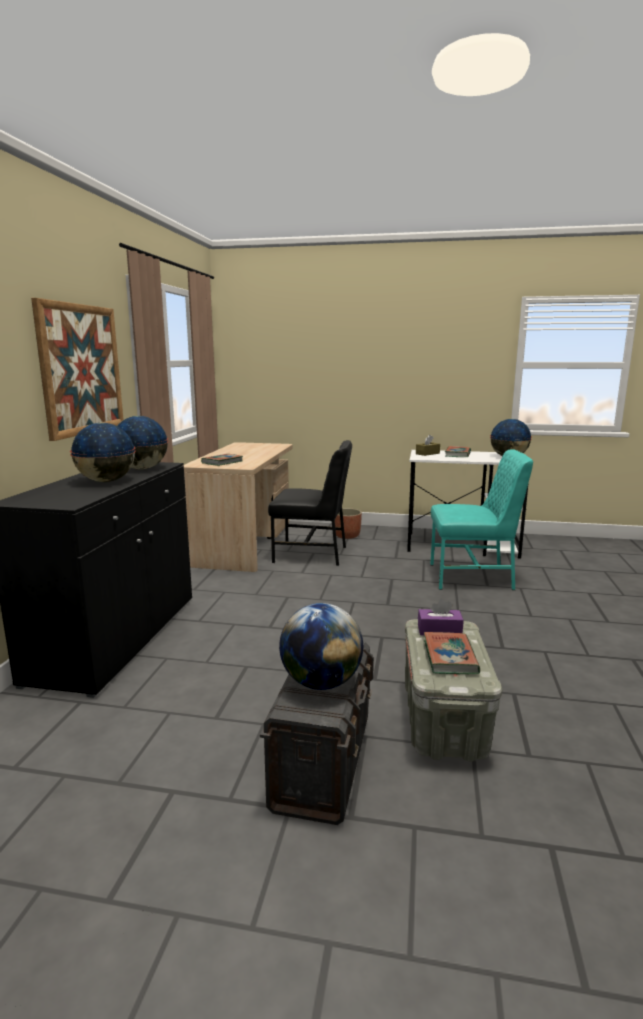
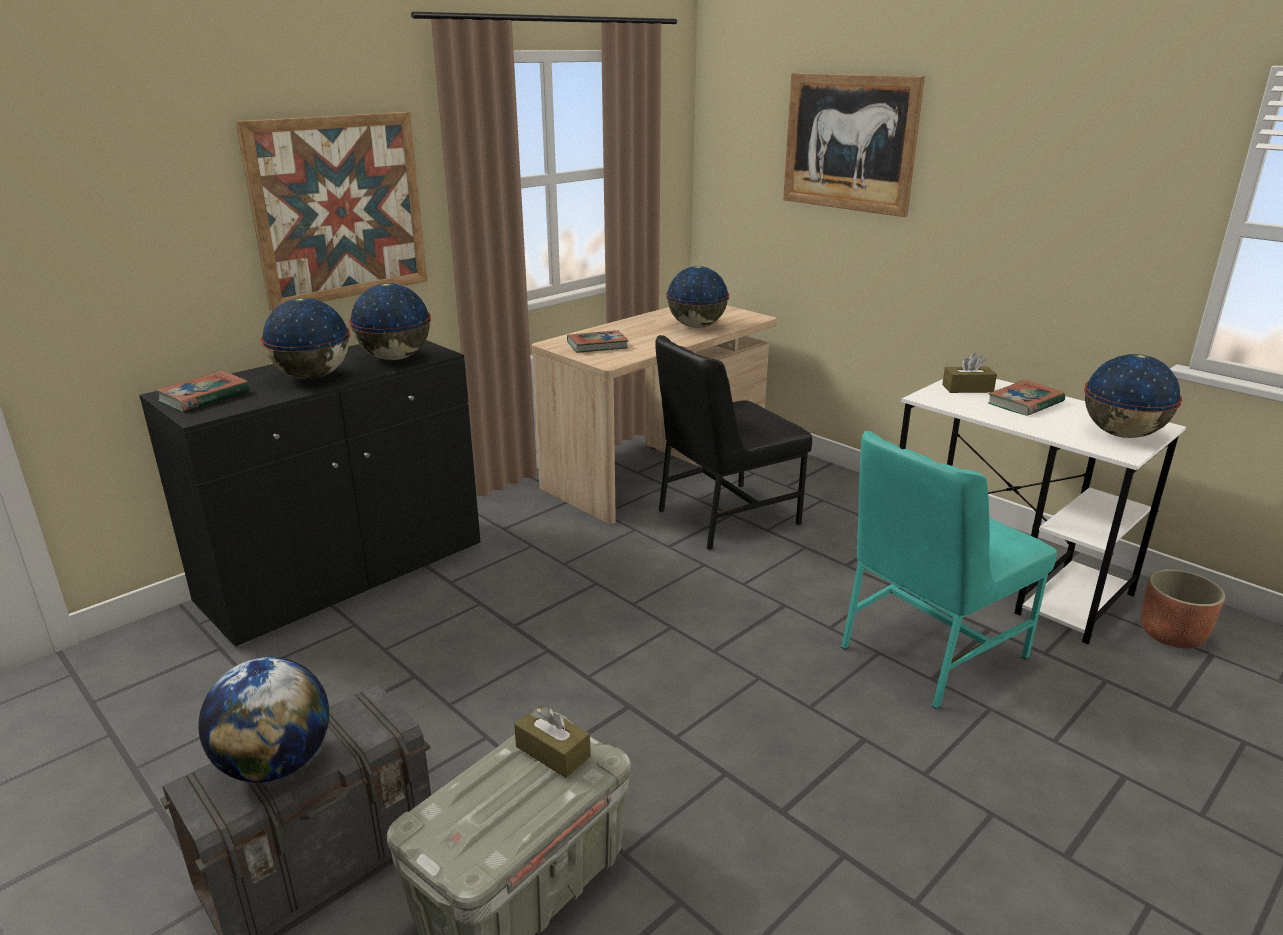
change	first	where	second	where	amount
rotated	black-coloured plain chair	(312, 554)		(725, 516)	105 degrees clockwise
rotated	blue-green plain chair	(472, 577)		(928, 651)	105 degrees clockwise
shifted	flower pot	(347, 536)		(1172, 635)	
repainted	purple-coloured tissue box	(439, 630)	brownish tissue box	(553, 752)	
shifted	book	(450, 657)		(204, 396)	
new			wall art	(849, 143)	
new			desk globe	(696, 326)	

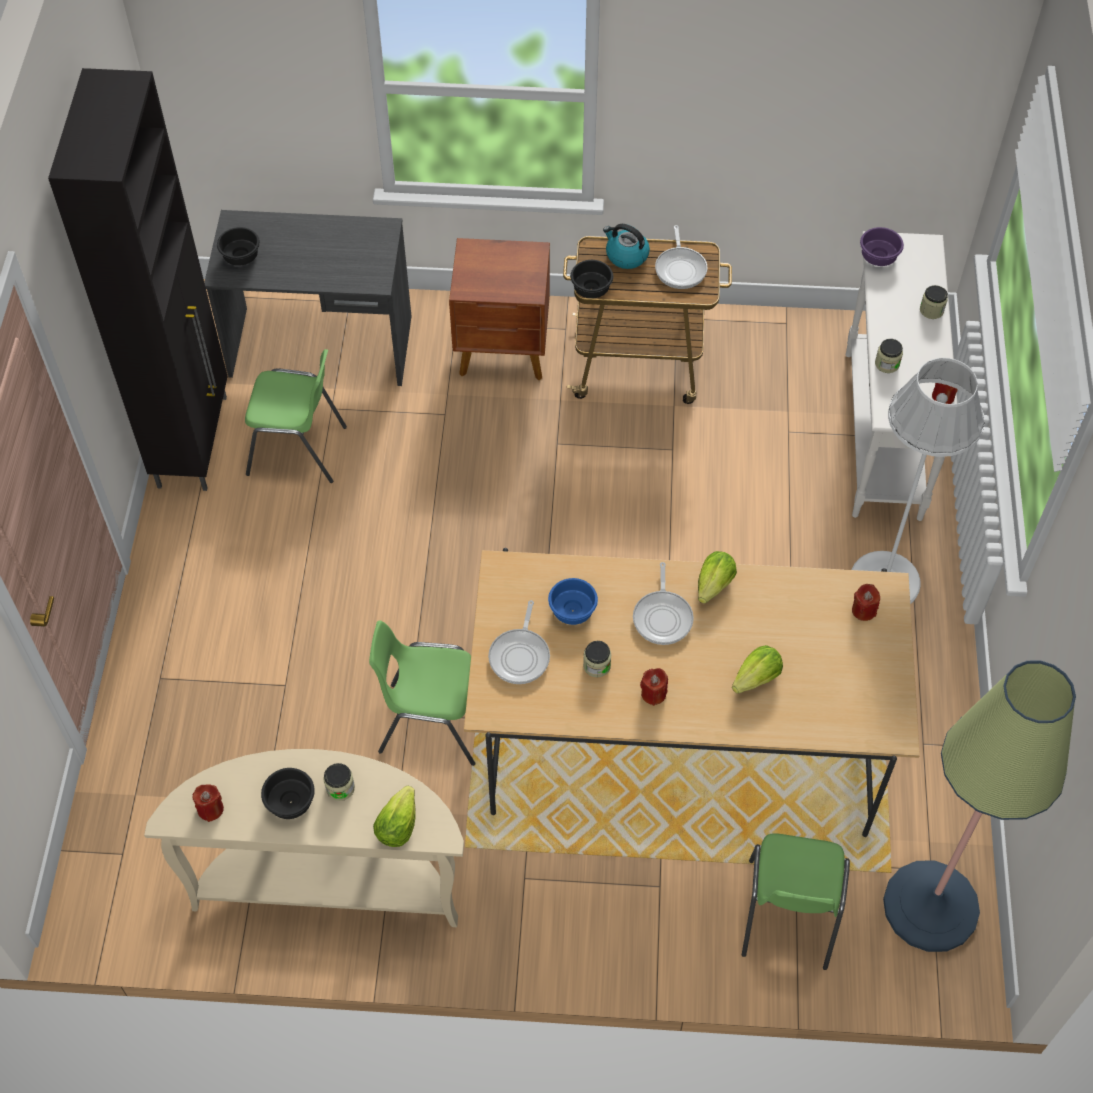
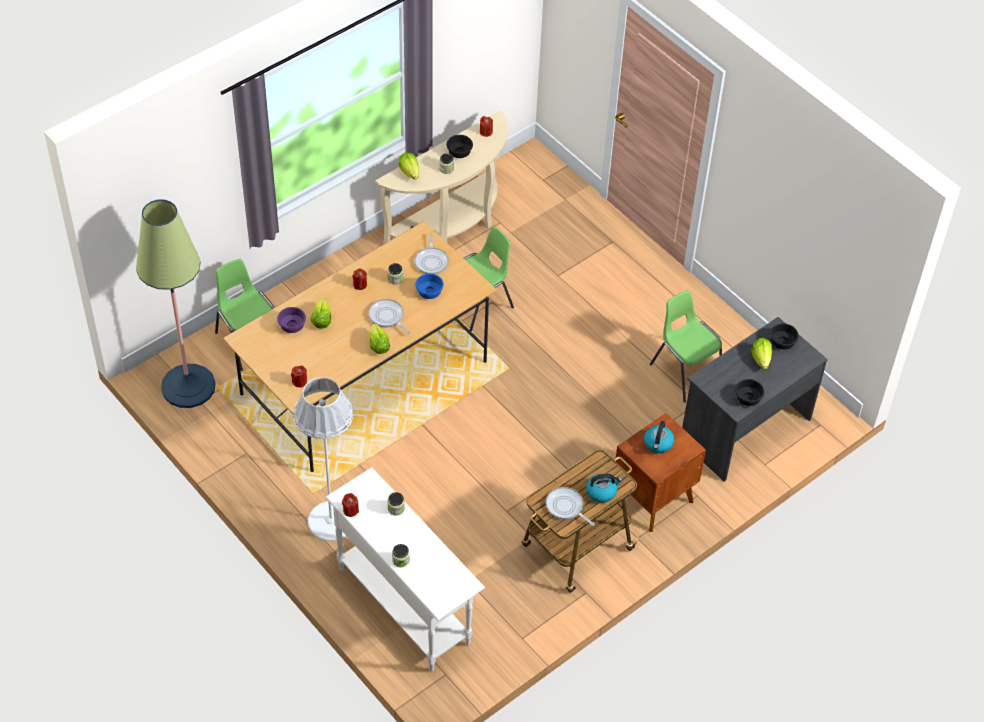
change	first	where	second	where	amount
gone	black-coloured cupboard	(194, 440)			
shifted	purple-coloured serving bowl	(879, 257)		(291, 326)	
shifted	black-coloured serving bowl	(592, 288)		(748, 399)	
rotated	green-coloured plain chair	(298, 450)		(685, 371)	90 degrees clockwise
rotated	pan	(520, 655)		(431, 261)	150 degrees counterclockwise
new			lettuce	(761, 359)	
new			kettle	(658, 444)	

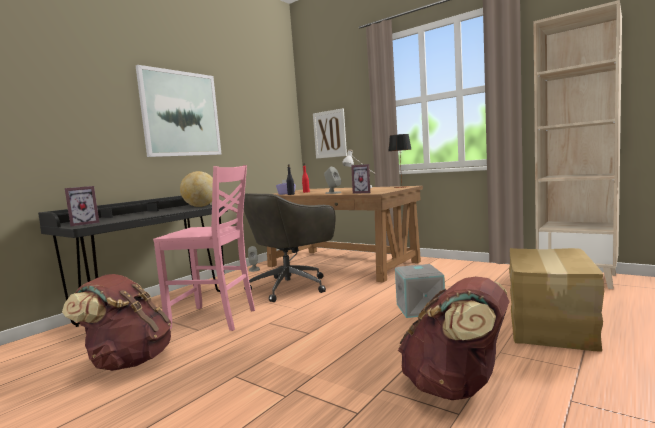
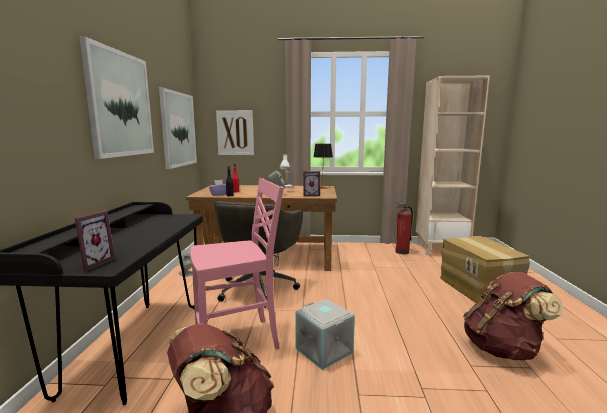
change	first	where	second	where	amount
gone	desk globe	(200, 206)			
shifted	grey storage bin	(421, 309)		(325, 350)	
new			wall art	(178, 129)	
new			extinguisher	(402, 252)	

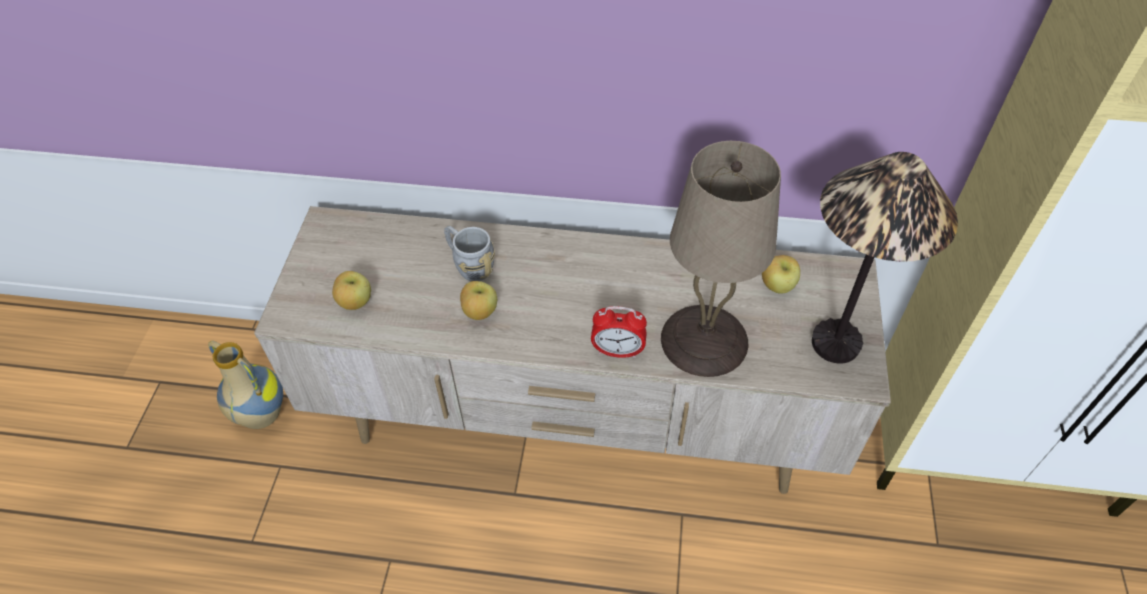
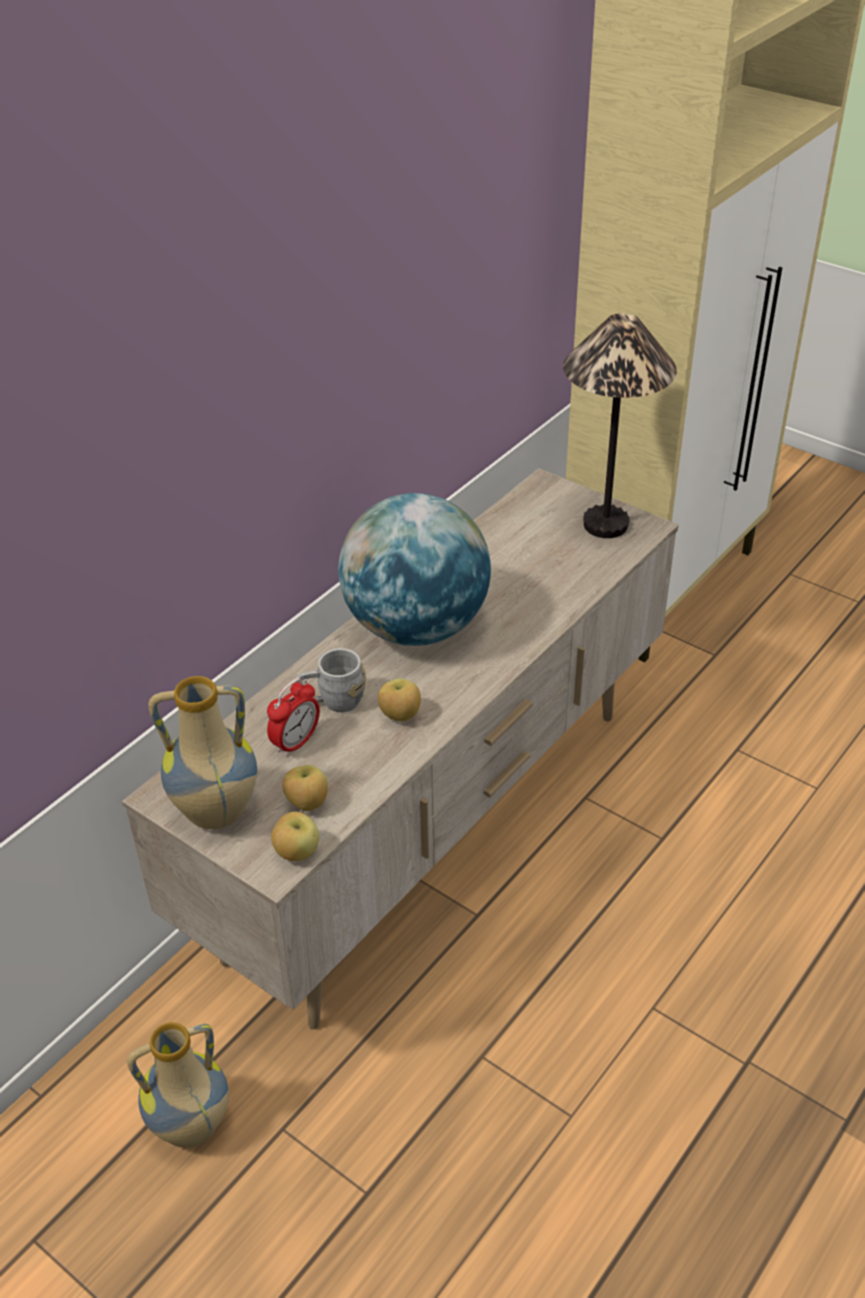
change	first	where	second	where	amount
gone	beige lamp for a table	(704, 338)			
shifted	apple	(777, 286)		(297, 853)	
shifted	table clock	(618, 351)		(296, 742)	
new			desk globe	(416, 627)	
new			flower vase	(216, 814)	

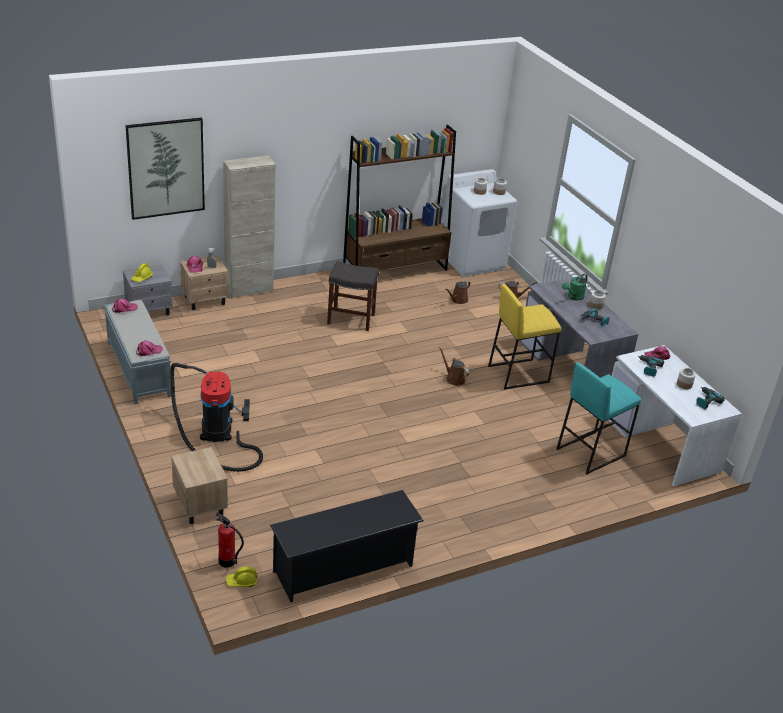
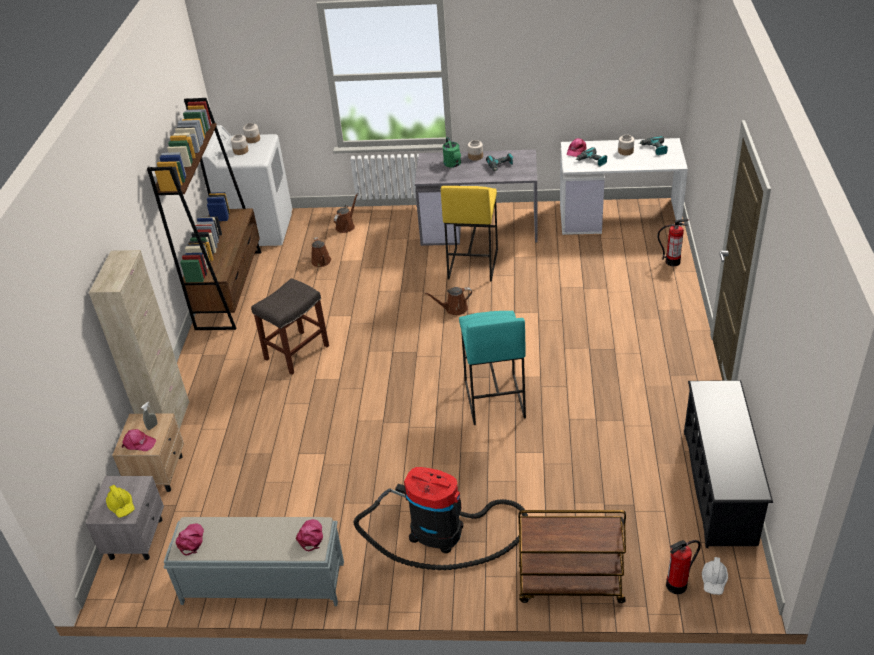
change	first	where	second	where	amount
gone	wall art	(166, 168)			
shifted	blue-green sitting stool	(590, 452)		(493, 399)	
swapped	beige bedside table	(200, 505)	brownish wheeled cart	(569, 585)	
repainted	yellowish safety helmet	(242, 581)	whitish safety helmet	(714, 580)	
new			extinguisher	(672, 262)	

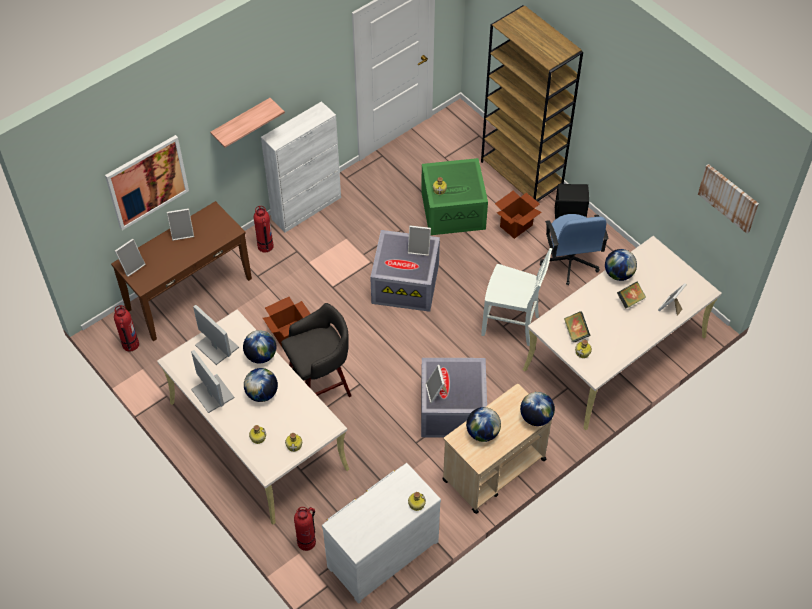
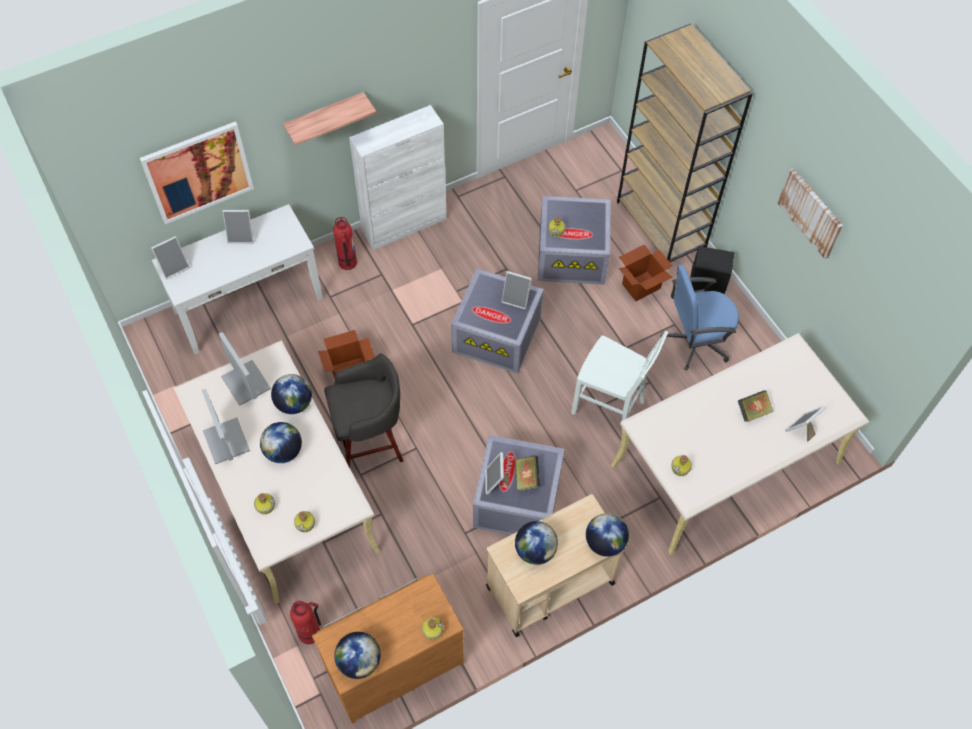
change	first	where	second	where	amount
repainted	green-coloured storage bin	(454, 209)	grey storage bin	(573, 254)	
shifted	wall art	(728, 197)		(811, 213)	
repainted	brownish hall table	(189, 293)	whitish hall table	(248, 304)	
rotated	bluish computer chair	(569, 262)		(695, 341)	75 degrees clockwise
shifted	desk globe	(618, 274)		(359, 661)	
gone	extinguisher	(130, 344)			
shifted	book	(576, 332)		(526, 478)	
repainted	whitish dresser	(380, 552)	brownish dresser	(392, 663)	

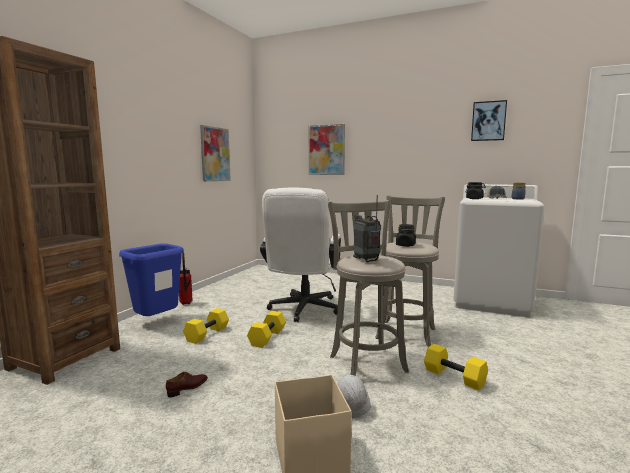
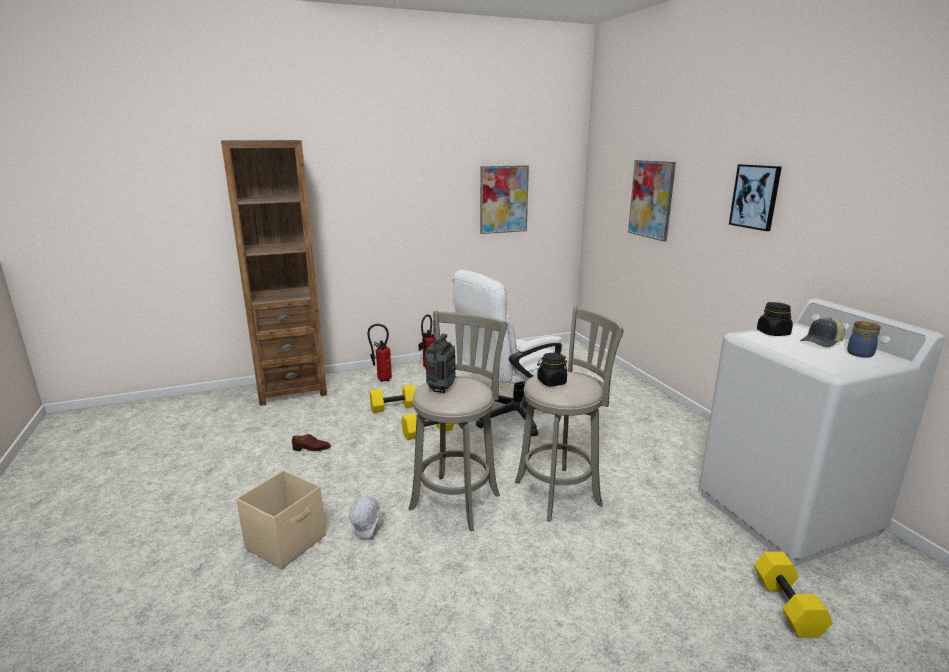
change	first	where	second	where	amount
shifted	wall art	(488, 121)		(755, 197)	
swapped	bluish rubbish bin	(157, 322)	extinguisher	(382, 379)	
shifted	yellowish dumbbell	(455, 377)		(789, 606)	

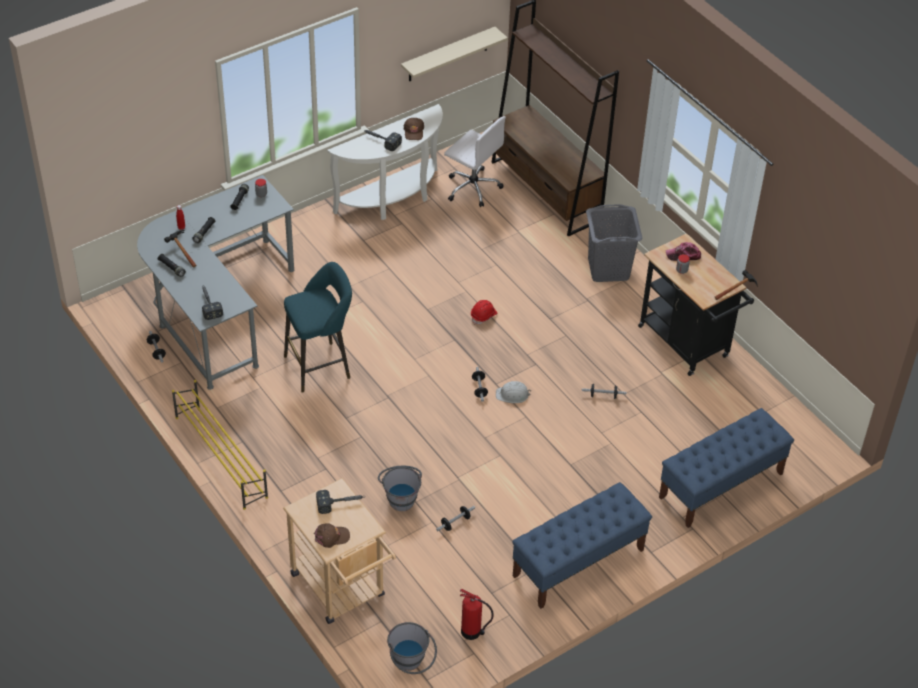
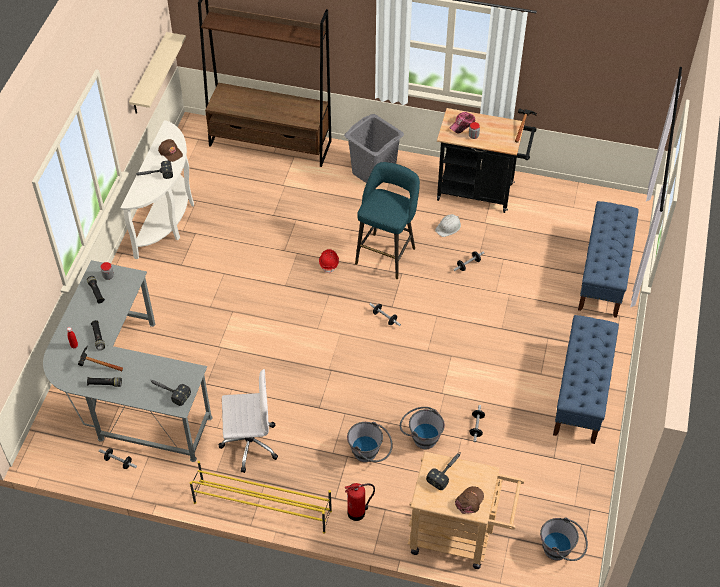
change	first	where	second	where	amount
shifted	whitish computer chair	(472, 187)		(249, 444)	
shifted	blue-green sitting stool	(321, 366)		(387, 253)	
shifted	whitish safety helmet	(512, 395)		(448, 227)	
shifted	extinguisher	(472, 632)		(358, 512)	
new			grey bucket	(369, 454)	

